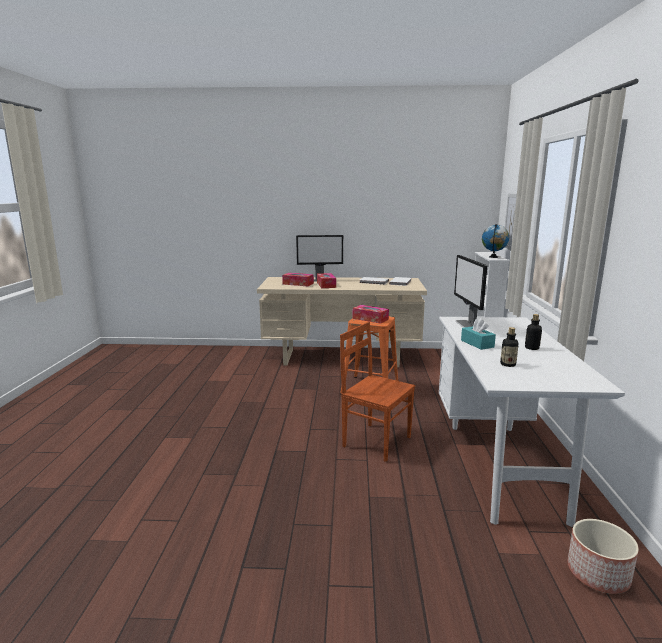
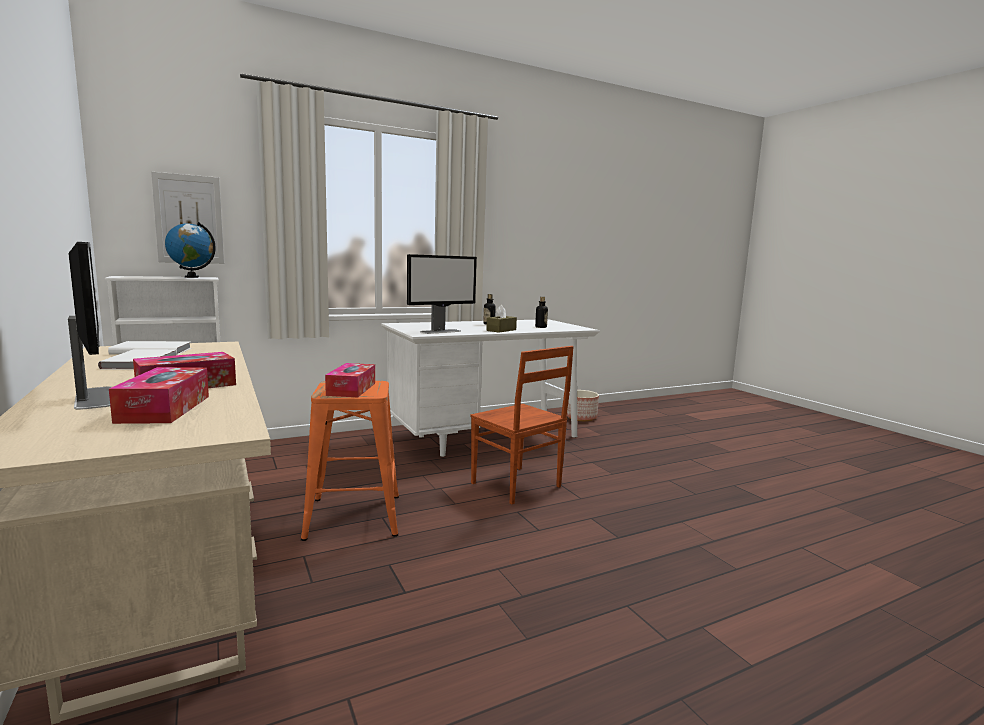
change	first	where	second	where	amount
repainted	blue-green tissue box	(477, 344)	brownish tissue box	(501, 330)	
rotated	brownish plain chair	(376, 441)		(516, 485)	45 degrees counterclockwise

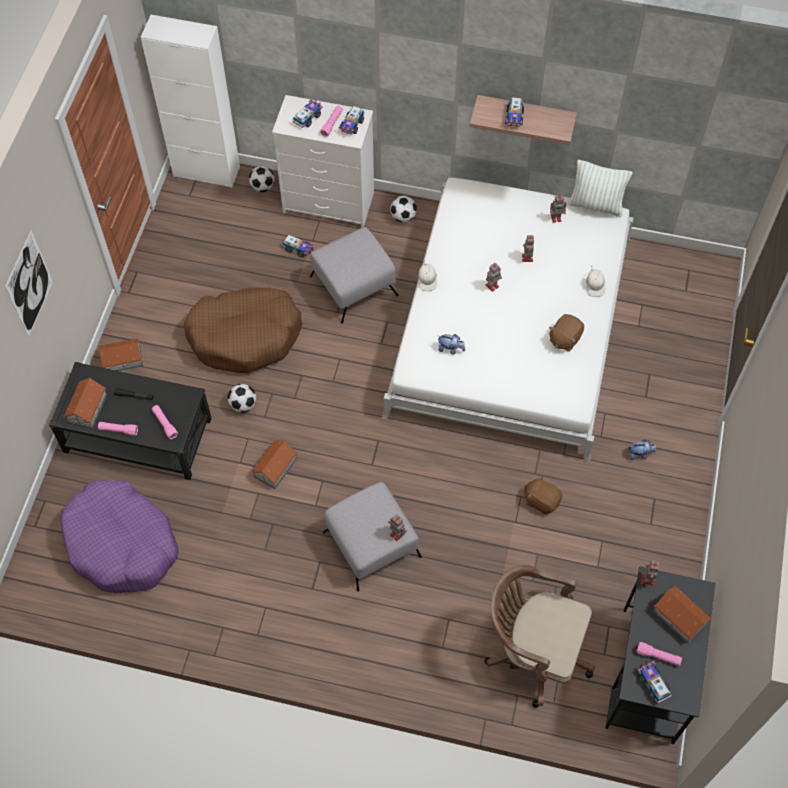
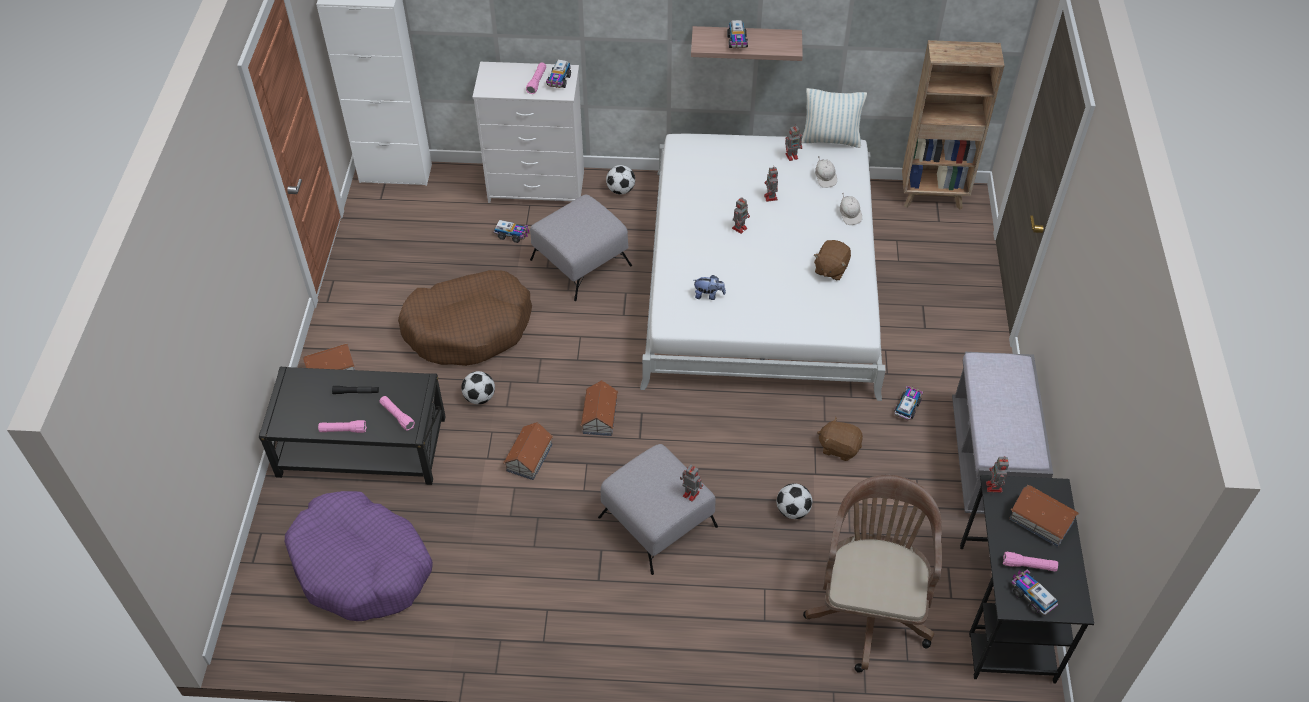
change	first	where	second	where	amount
shifted	toy lorry	(308, 117)		(907, 406)	
shifted	football ball	(262, 187)		(792, 511)	
gone	wall art	(29, 284)			
shifted	whitish baseball cap	(427, 280)		(825, 178)	
shifted	model house	(88, 408)		(600, 416)	
gone	soft toy	(640, 454)			
rotated	brownish computer chair	(533, 651)		(869, 607)	90 degrees clockwise
new			brownish bookcase	(933, 196)	
new			grey indoor bench	(990, 459)	

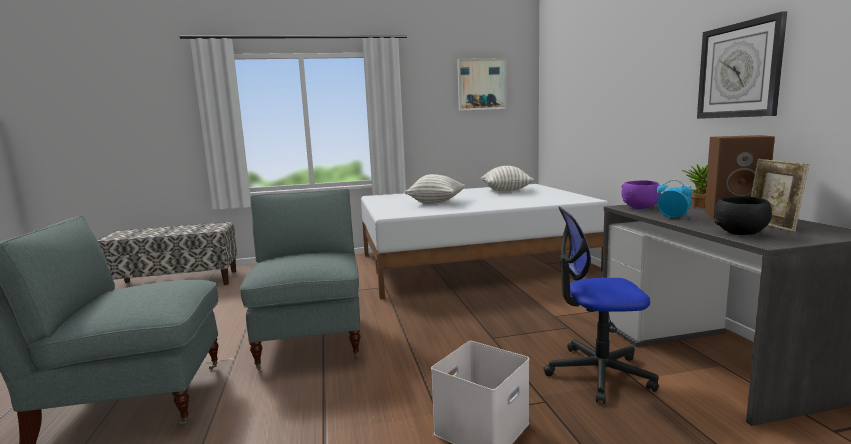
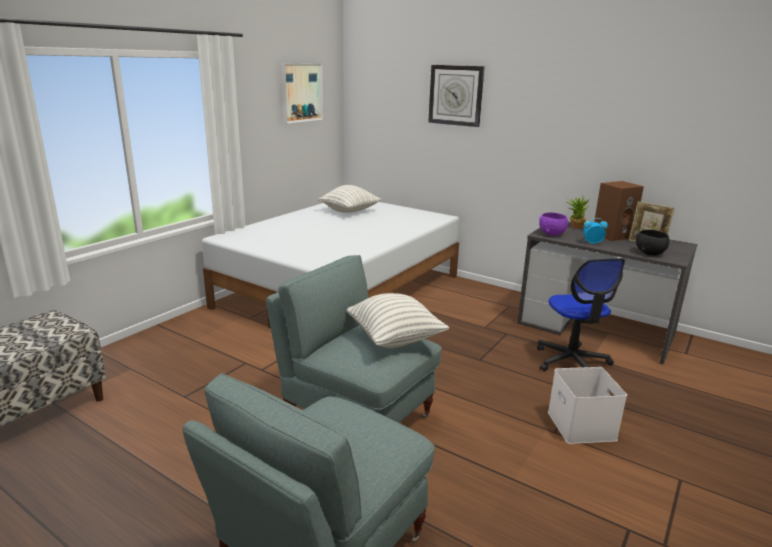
change	first	where	second	where	amount
shifted	hanging clock	(739, 70)		(456, 95)	
shifted	pillow	(436, 203)		(394, 338)	
rotated	computer chair	(598, 373)		(572, 362)	60 degrees counterclockwise

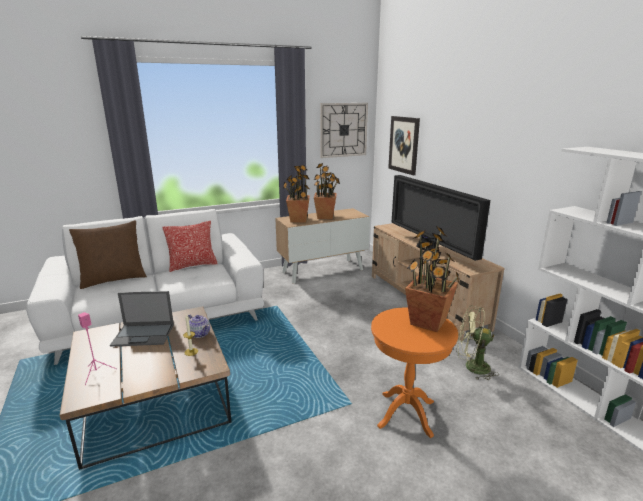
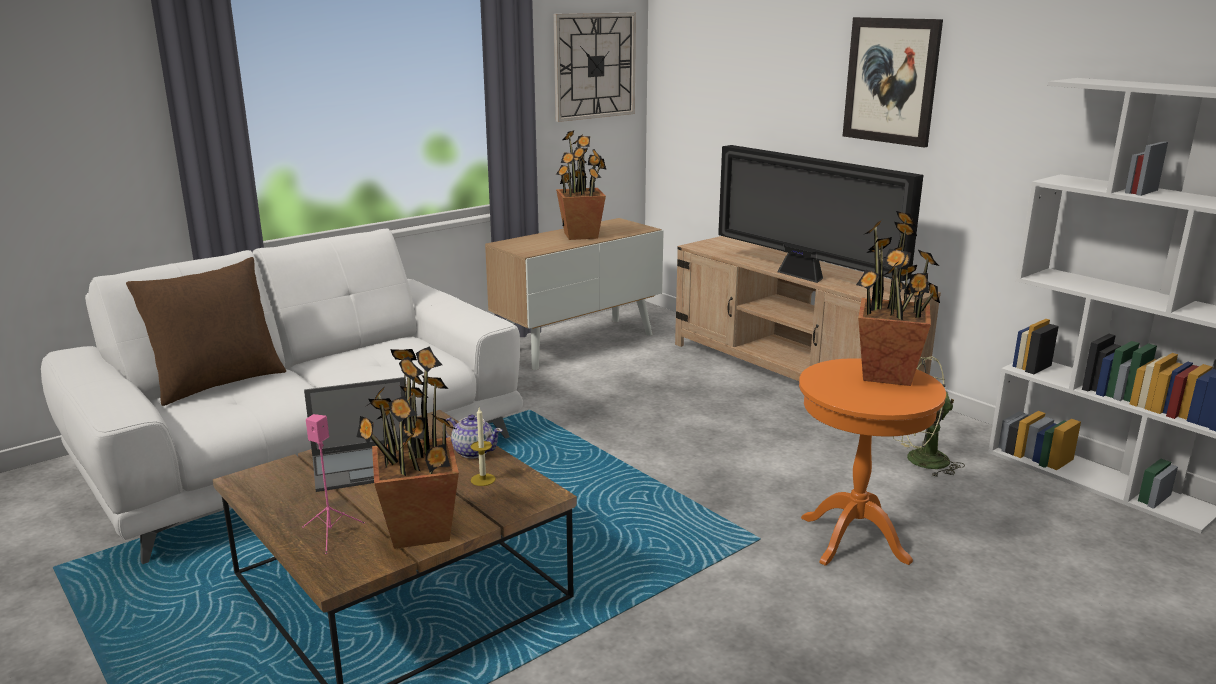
change	first	where	second	where	amount
shifted	wall art	(404, 145)		(891, 81)	
shifted	potted plant	(298, 220)		(418, 531)	
gone	pillow	(193, 265)			

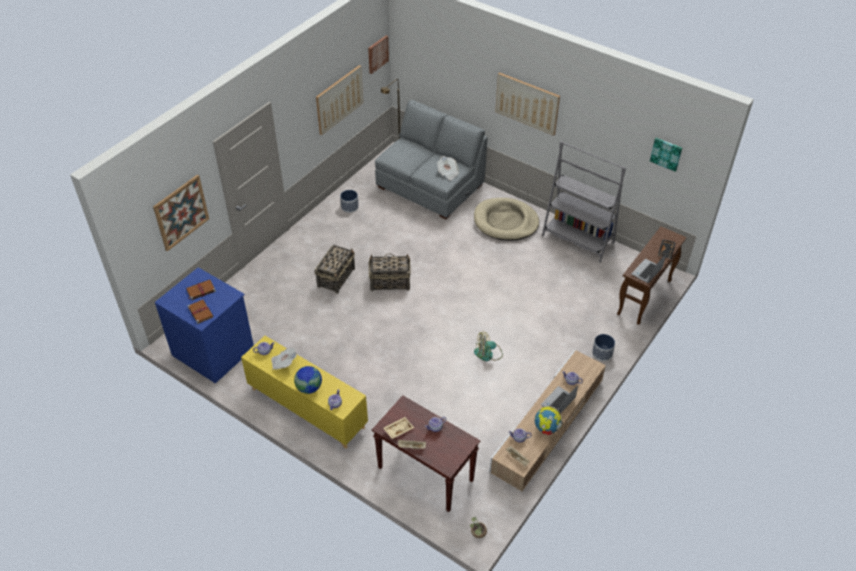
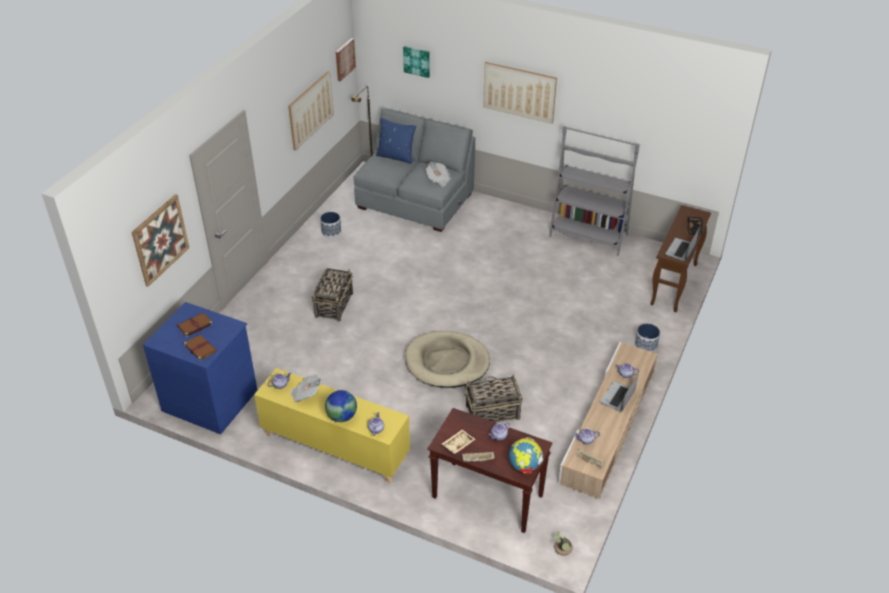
change	first	where	second	where	amount
shifted	wall art	(666, 153)		(417, 61)	
shifted	beige pet bed	(505, 222)		(447, 362)	
shifted	storage basket	(389, 282)		(492, 412)	
gone	fan	(488, 354)			
shifted	desk globe	(546, 428)		(524, 467)	
new			bluish pillow	(396, 156)	

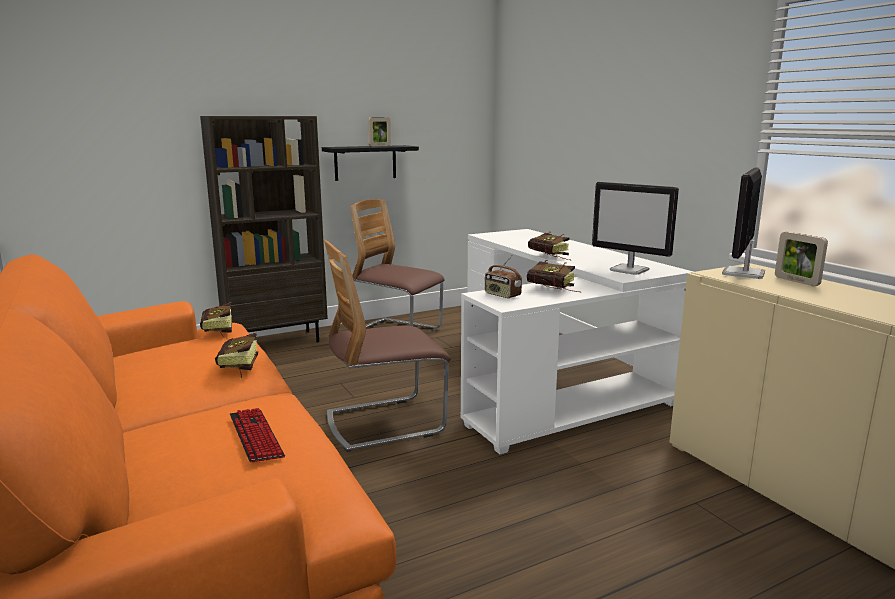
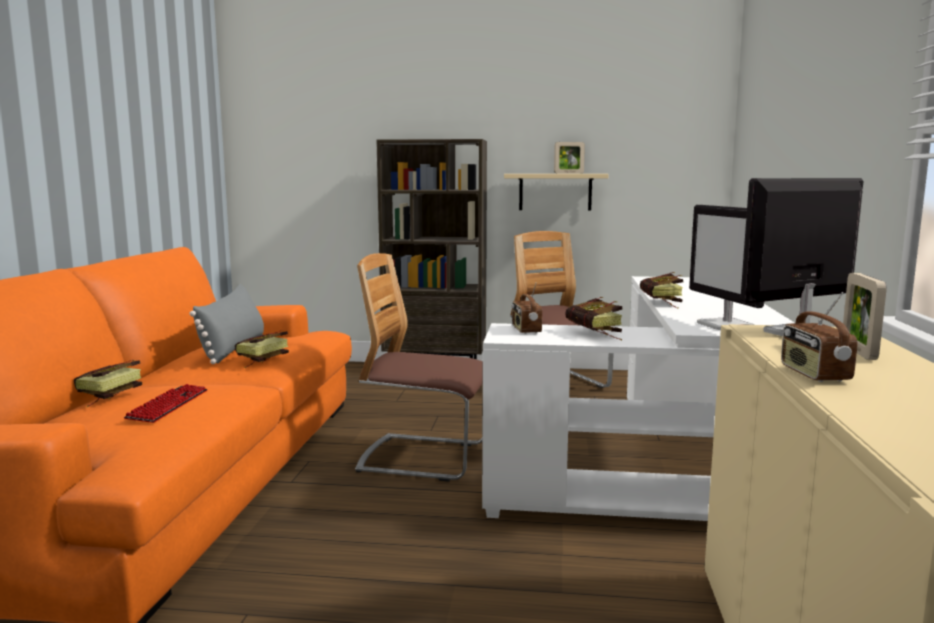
change	first	where	second	where	amount
repainted	black-coloured bracket shelf	(365, 162)	beige bracket shelf	(555, 192)	
shifted	book	(218, 333)		(105, 397)	
new			grey pillow	(233, 348)	
new			radio	(813, 374)	

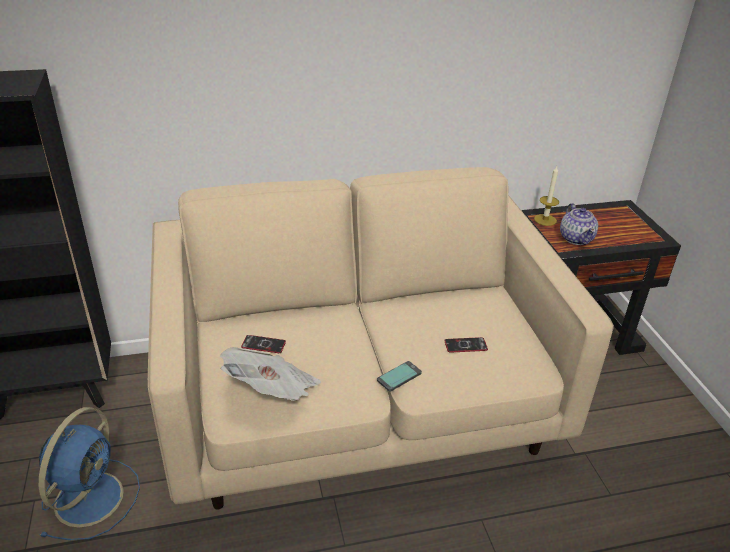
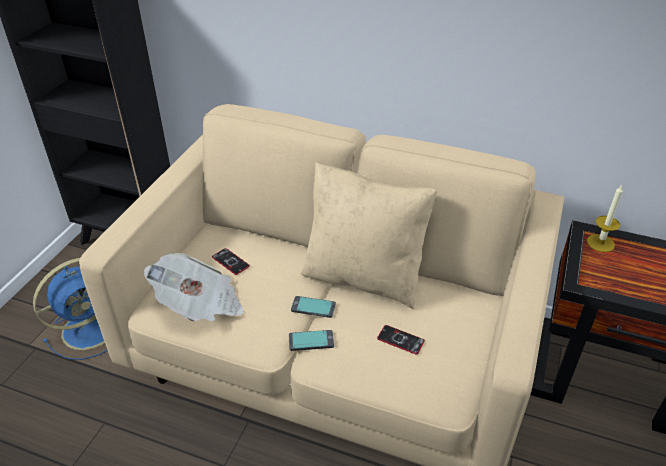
change	first	where	second	where	amount
gone	pot for tea	(576, 238)			
new			beige pillow	(363, 277)	
new			phone	(313, 307)	

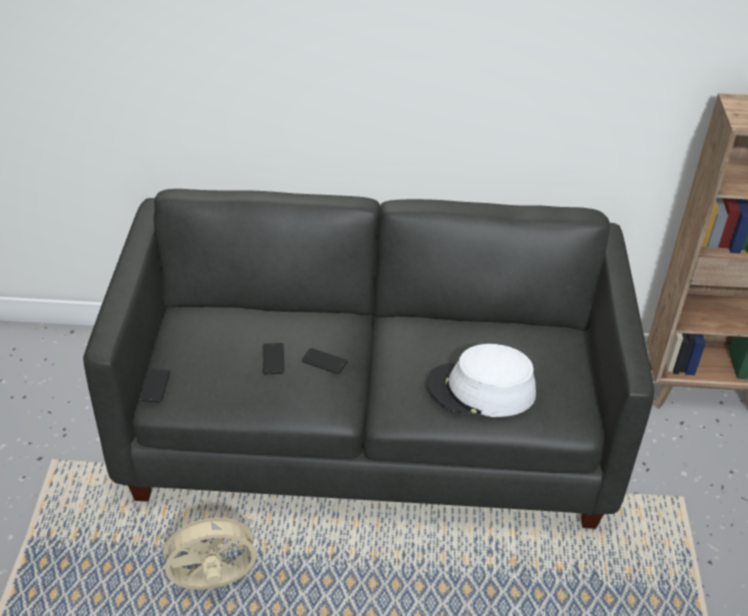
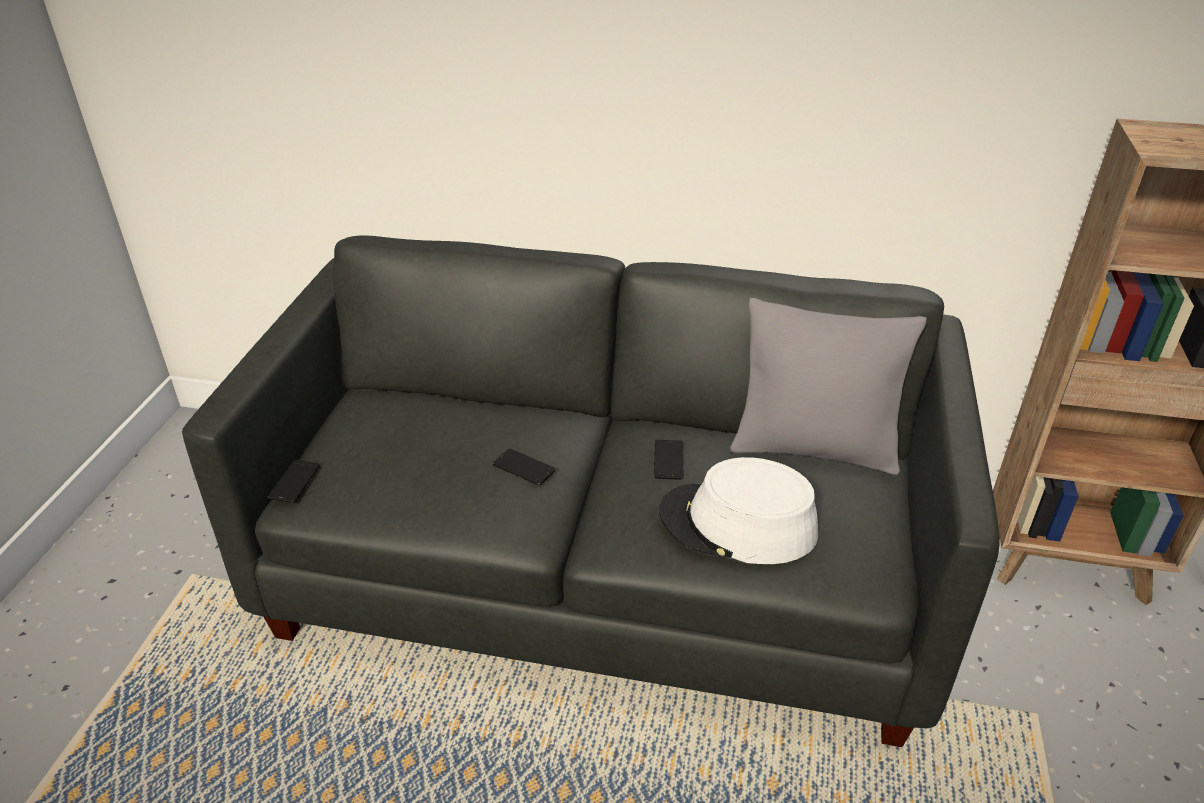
change	first	where	second	where	amount
shifted	phone	(273, 359)		(668, 460)	
gone	beige fan	(213, 583)			
new			grey pillow	(814, 449)	

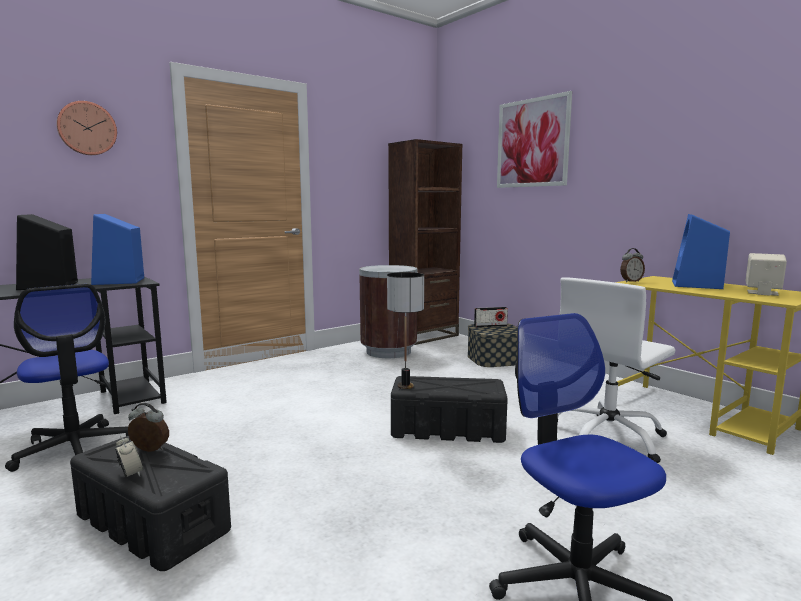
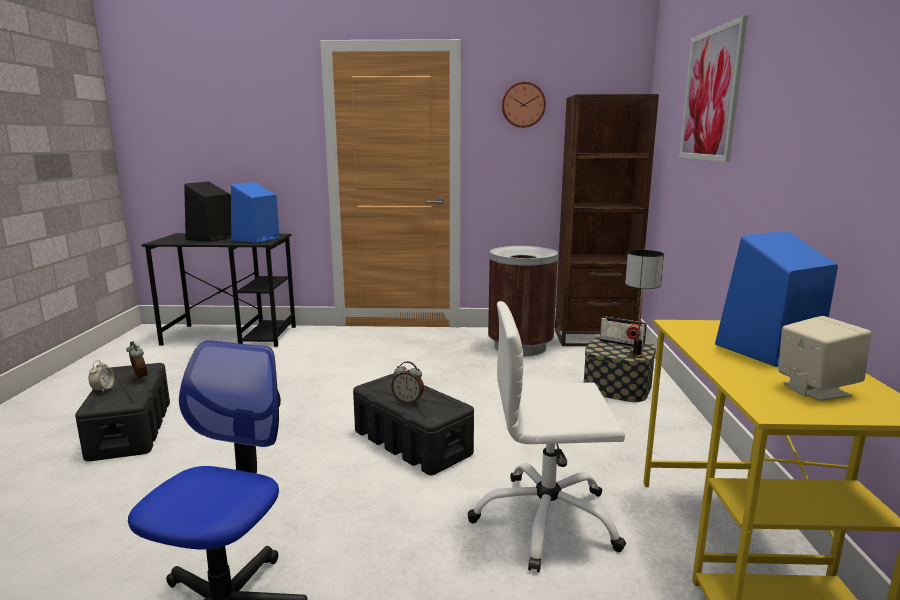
change	first	where	second	where	amount
shifted	hanging clock	(87, 128)		(523, 105)	
shifted	table clock	(630, 281)		(408, 401)	
shifted	lamp for a table	(405, 386)		(636, 355)	
gone	computer chair	(75, 449)			

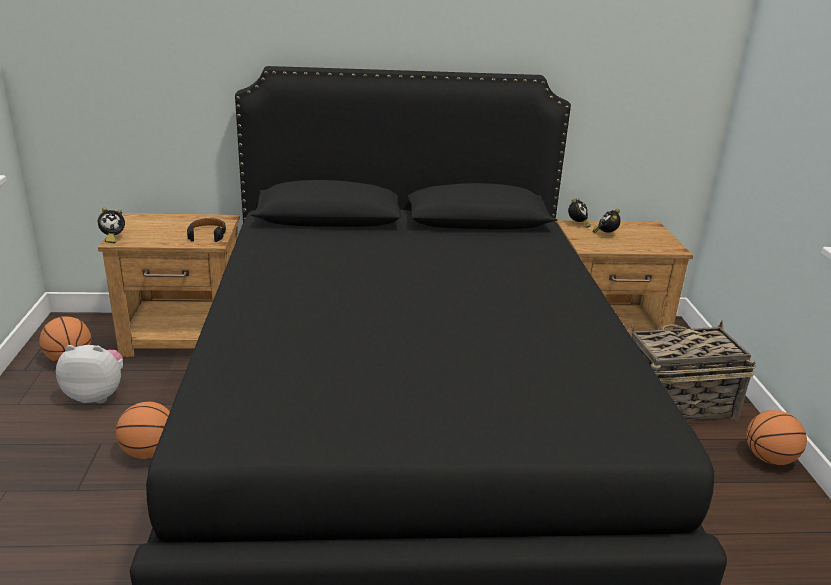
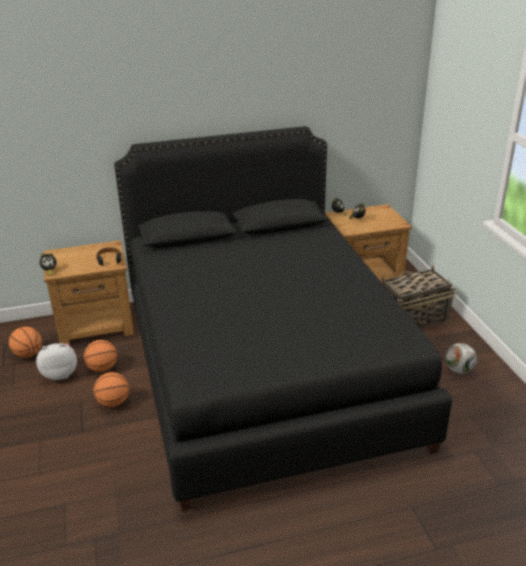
change	first	where	second	where	amount
shifted	basketball	(769, 459)		(102, 368)	
new			football ball	(458, 370)	

